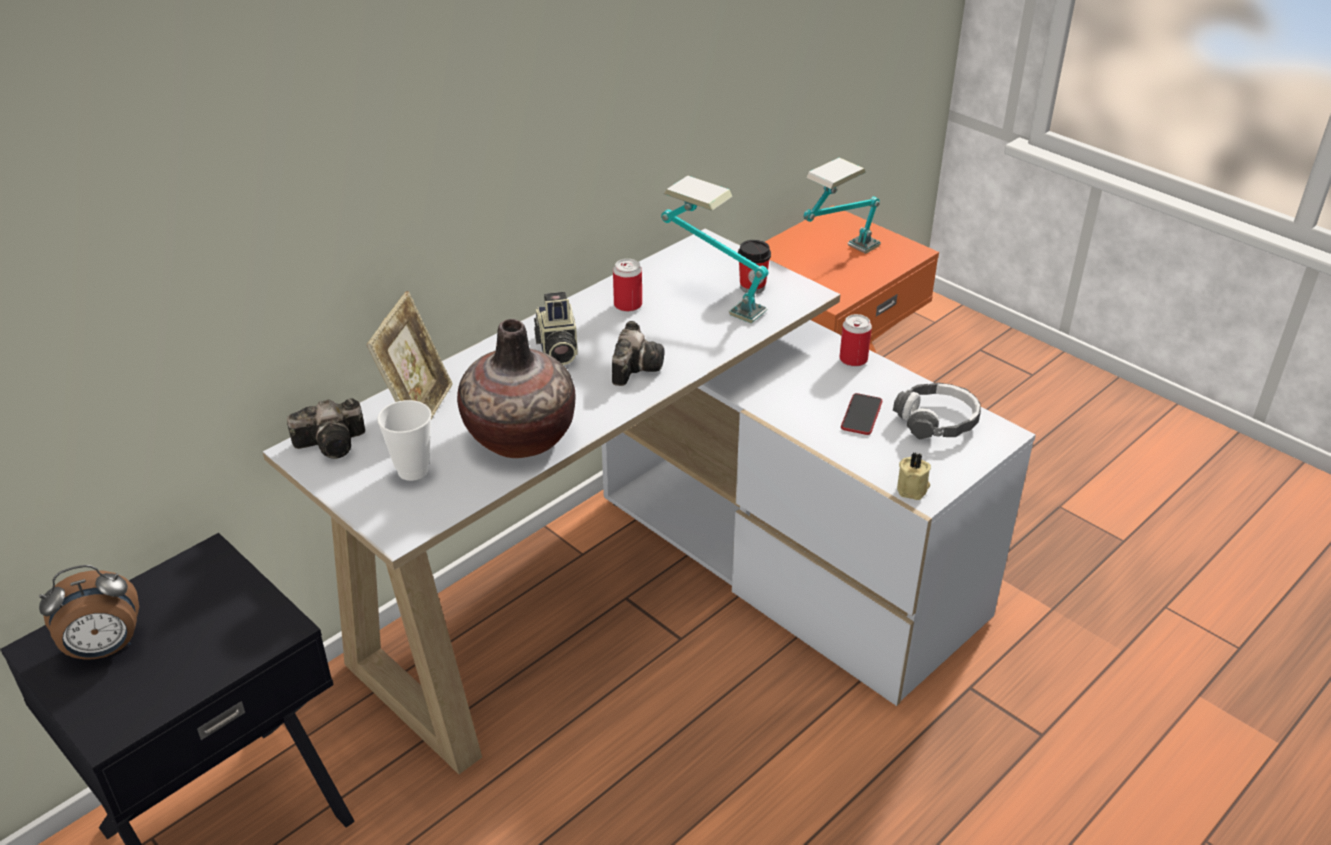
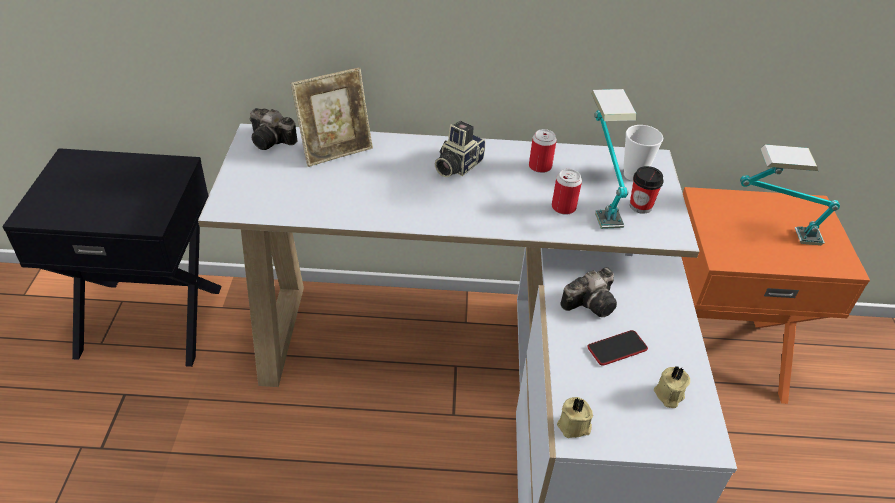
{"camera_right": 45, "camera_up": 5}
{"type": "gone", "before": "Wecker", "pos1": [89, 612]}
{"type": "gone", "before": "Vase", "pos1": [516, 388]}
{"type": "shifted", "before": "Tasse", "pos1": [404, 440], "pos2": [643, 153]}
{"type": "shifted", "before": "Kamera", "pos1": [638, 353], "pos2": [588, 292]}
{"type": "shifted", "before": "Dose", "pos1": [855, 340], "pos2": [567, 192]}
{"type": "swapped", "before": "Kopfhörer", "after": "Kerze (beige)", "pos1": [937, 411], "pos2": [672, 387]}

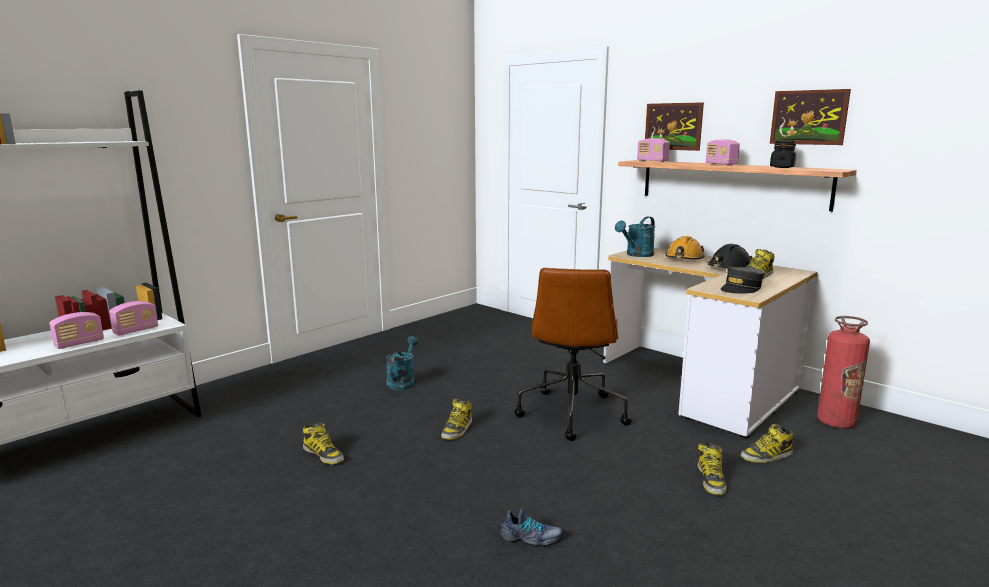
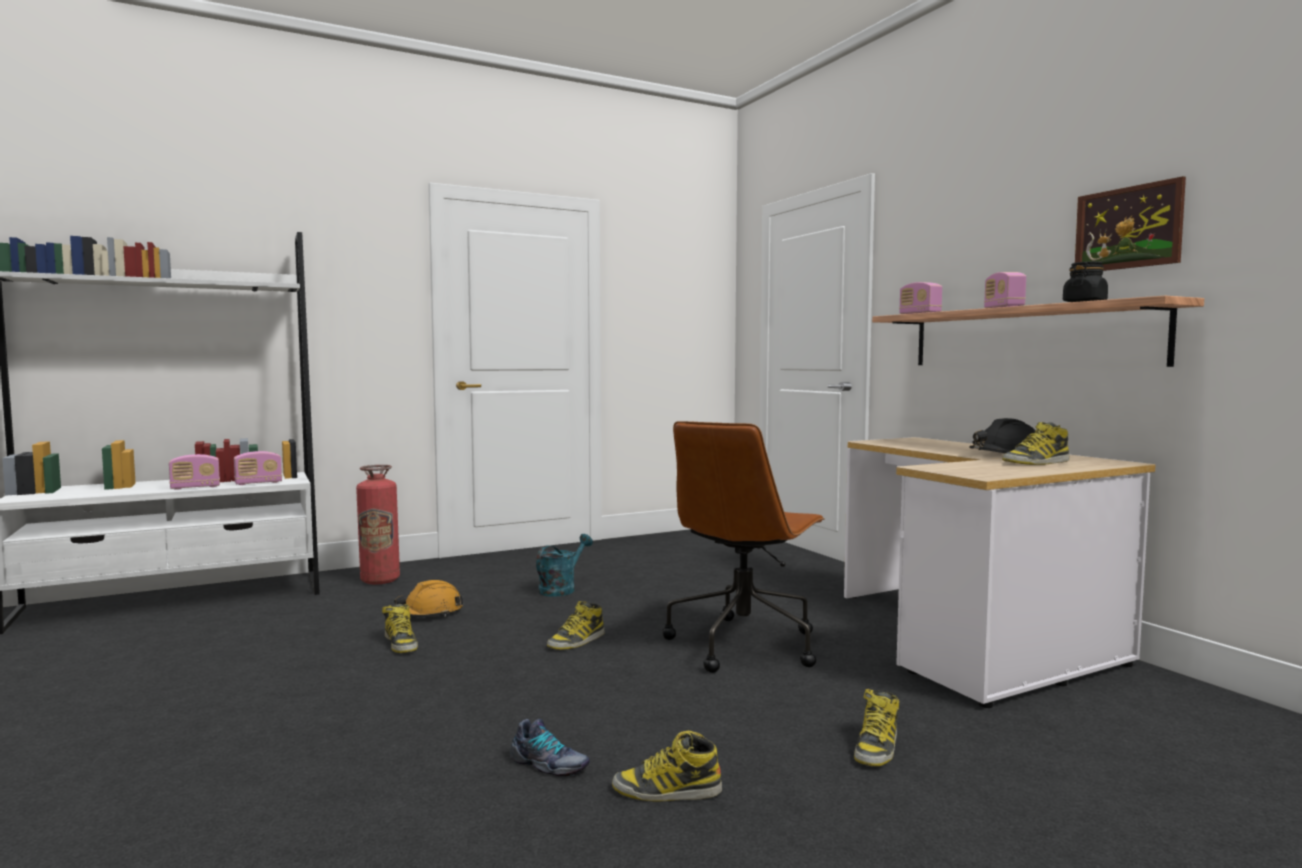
{"camera_right": 20, "camera_up": -10}
{"type": "gone", "before": "Gießkanne (türkis)", "pos1": [635, 236]}
{"type": "gone", "before": "Bild", "pos1": [674, 126]}
{"type": "gone", "before": "Kappe (grau)", "pos1": [743, 280]}
{"type": "shifted", "before": "Schutzhelm (orange)", "pos1": [684, 248], "pos2": [428, 598]}
{"type": "shifted", "before": "Stiefel", "pos1": [767, 443], "pos2": [667, 766]}
{"type": "shifted", "before": "Feuerlöscher", "pos1": [843, 372], "pos2": [378, 524]}

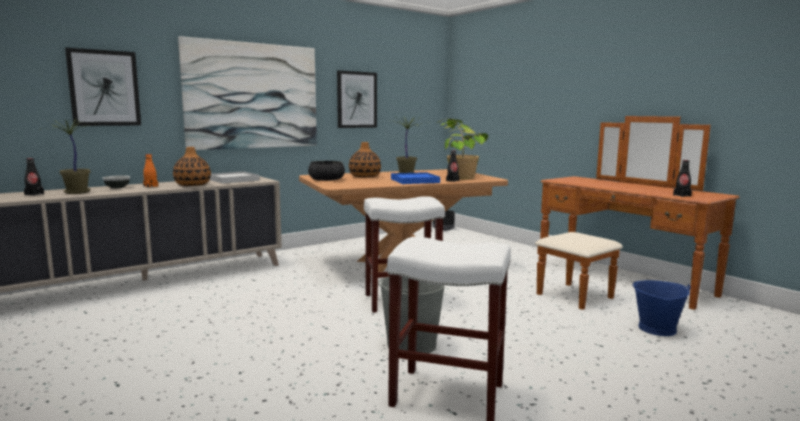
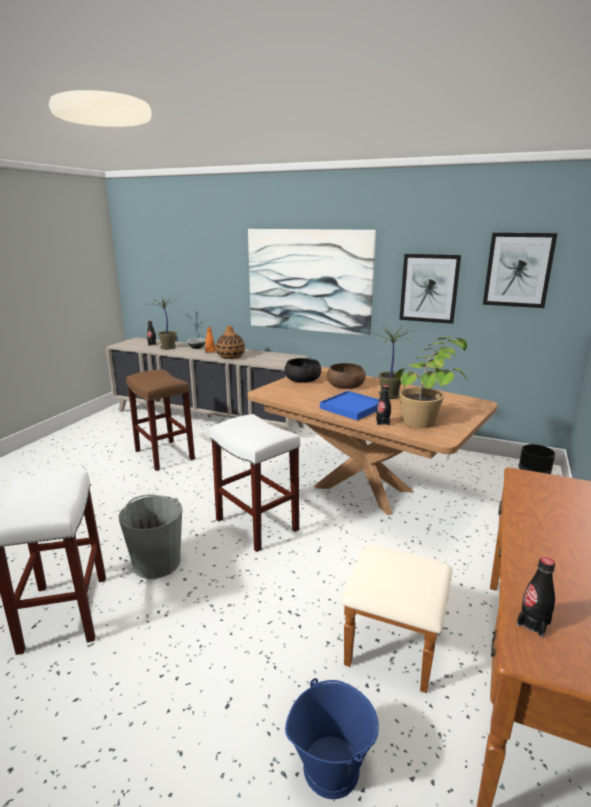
{"camera_right": 60, "camera_up": 10}
{"type": "gone", "before": "Tablett (weiß)", "pos1": [234, 177]}
{"type": "new", "after": "Hocker (braun)", "pos2": [160, 420]}
{"type": "shifted", "before": "Bild", "pos1": [103, 87], "pos2": [520, 270]}
{"type": "swapped", "before": "Vase", "after": "Schüssel (braun)", "pos1": [365, 160], "pos2": [346, 376]}

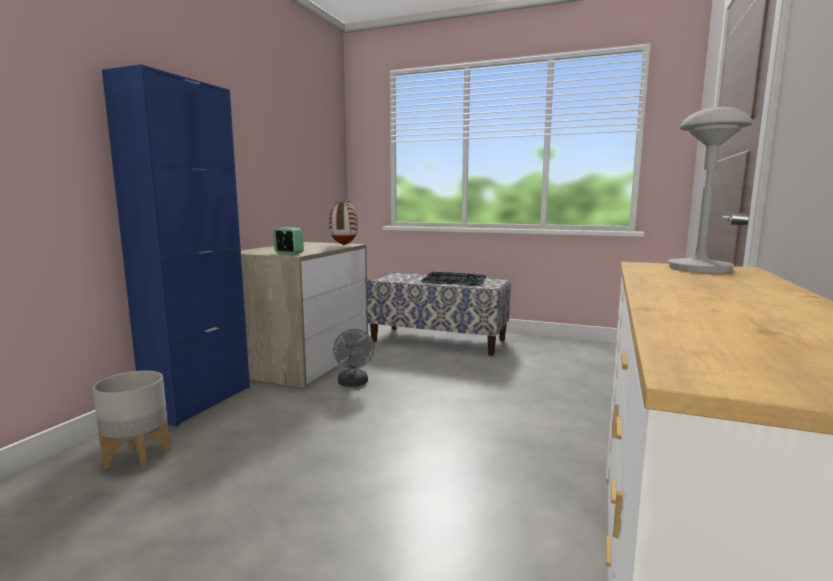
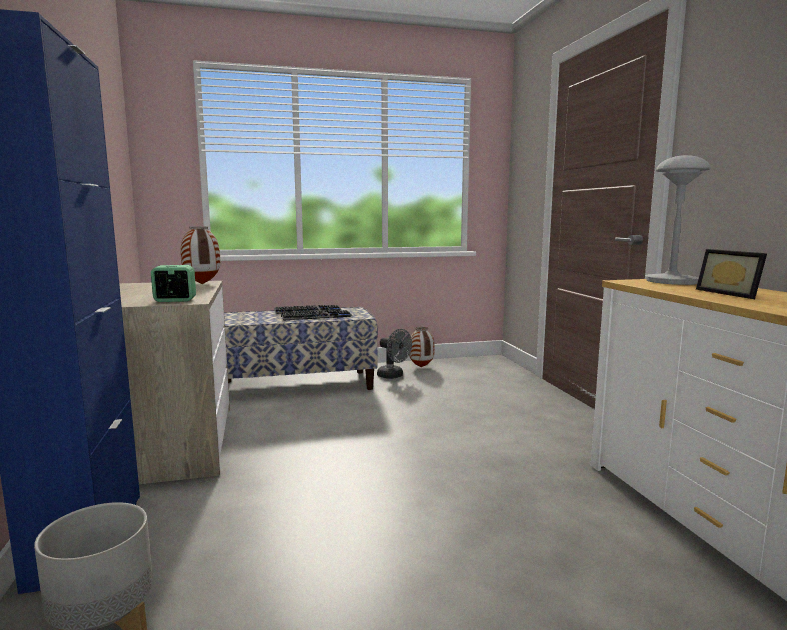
{"camera_right": -35, "camera_up": 0}
{"type": "new", "after": "Vase", "pos2": [422, 347]}
{"type": "new", "after": "Bilderrahmen", "pos2": [731, 274]}
{"type": "shifted", "before": "Ventilator (grau)", "pos1": [354, 358], "pos2": [394, 354]}

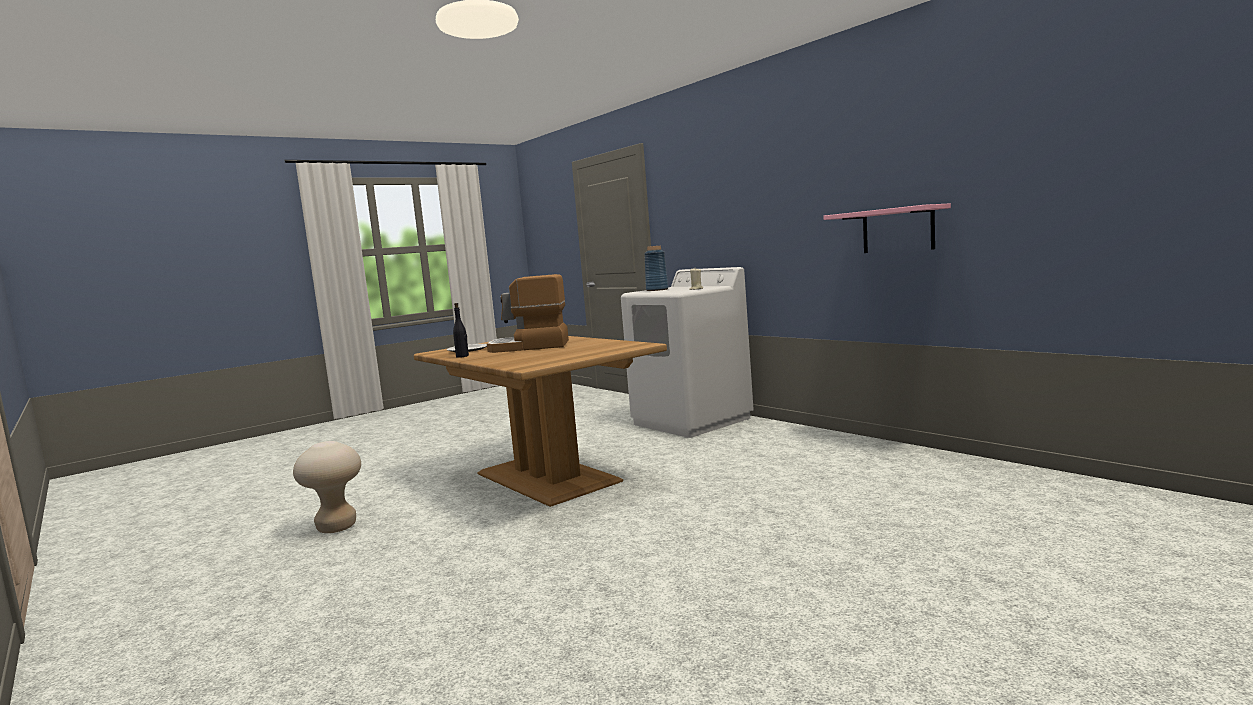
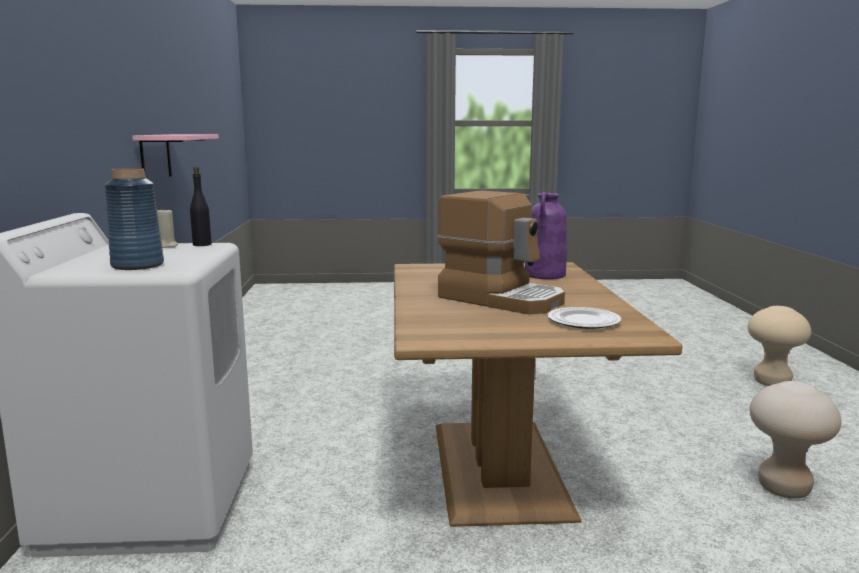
{"camera_right": -145, "camera_up": 5}
{"type": "new", "after": "Vase (lila)", "pos2": [546, 235]}
{"type": "new", "after": "Hocker (beige)", "pos2": [779, 346]}
{"type": "shifted", "before": "Flasche (schwarz)", "pos1": [461, 330], "pos2": [201, 206]}

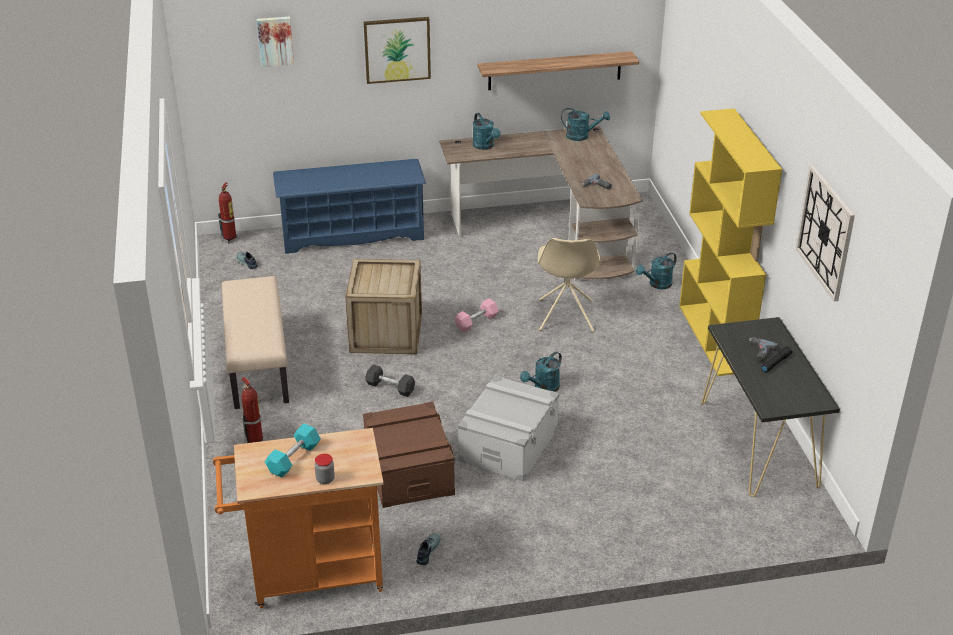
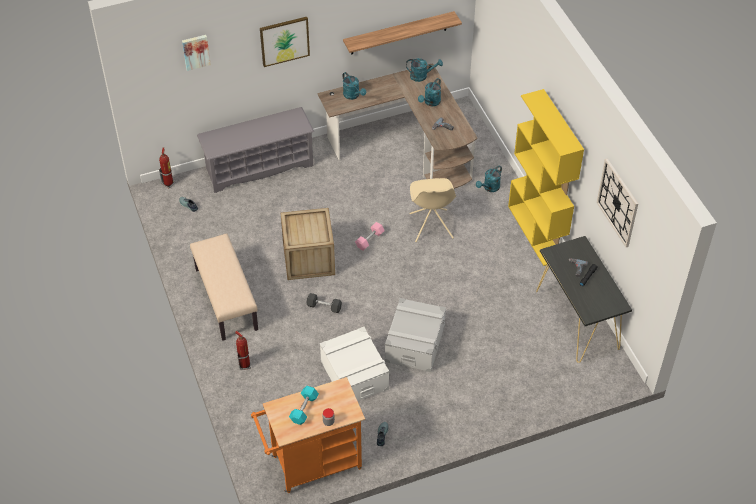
{"camera_right": -10, "camera_up": 15}
{"type": "shifted", "before": "Gießkanne (türkis)", "pos1": [541, 372], "pos2": [429, 92]}
{"type": "repainted", "before": "Schuhregal (blau)", "after": "Schuhregal (grau)", "pos1": [349, 206], "pos2": [255, 150]}
{"type": "repainted", "before": "Aufbewahrungsbox (braun)", "after": "Aufbewahrungsbox (weiß)", "pos1": [409, 455], "pos2": [354, 364]}

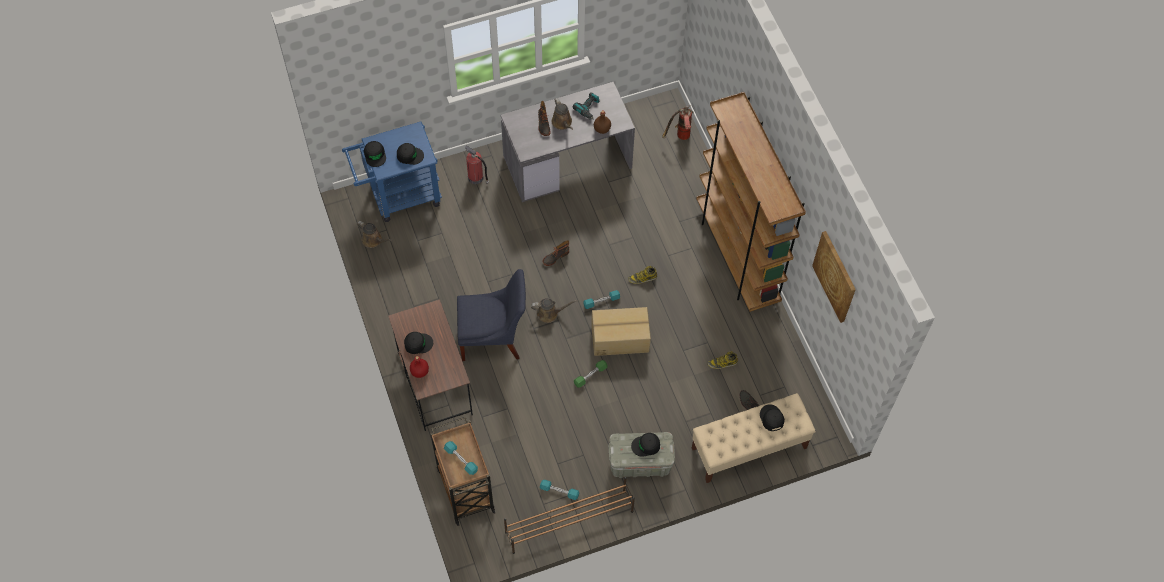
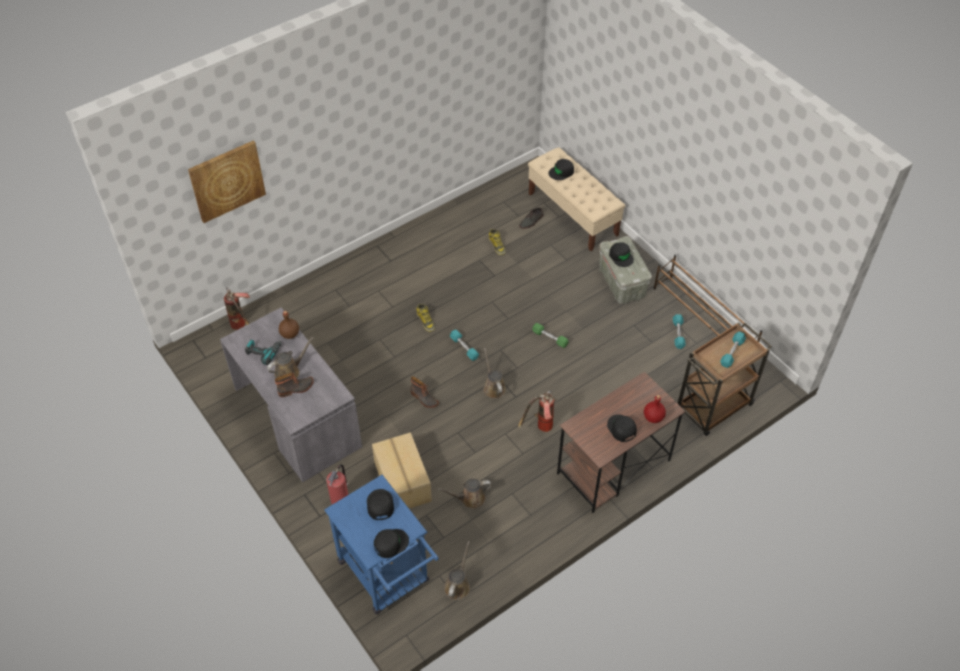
{"camera_right": -105, "camera_up": -10}
{"type": "gone", "before": "Bücherregal (braun)", "pos1": [751, 202]}
{"type": "new", "after": "Gießkanne (braun)", "pos2": [465, 493]}
{"type": "shifted", "before": "Karton", "pos1": [621, 331], "pos2": [402, 470]}
{"type": "shifted", "before": "Bild", "pos1": [834, 277], "pos2": [227, 181]}
{"type": "swapped", "before": "Stuhl (blau)", "after": "Feuerlöscher", "pos1": [491, 315], "pos2": [537, 411]}

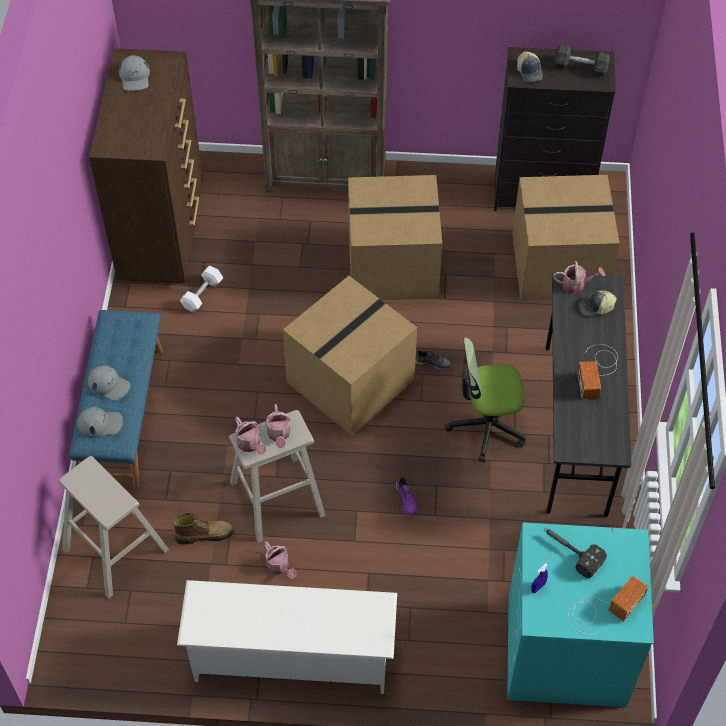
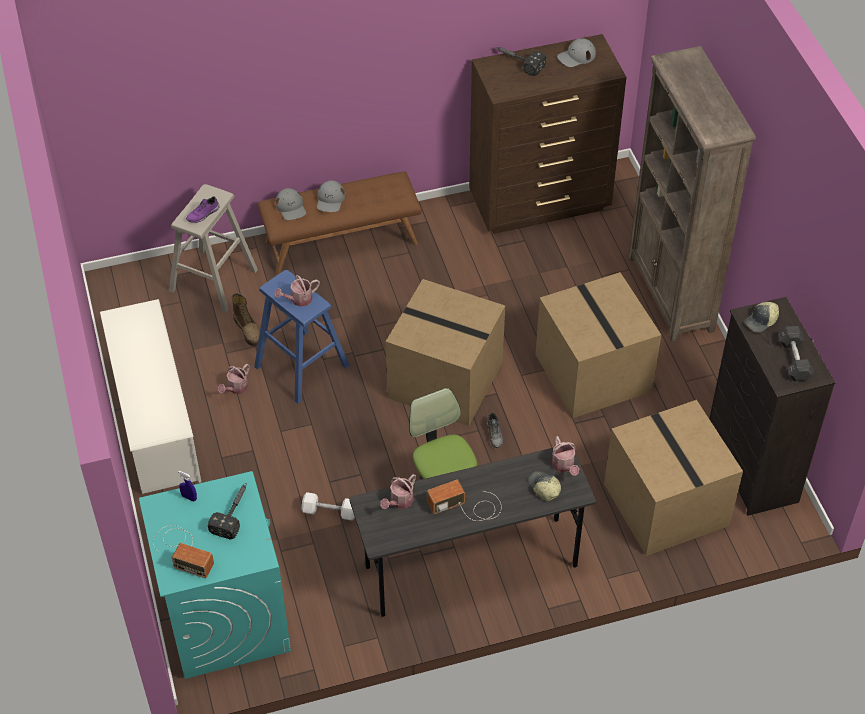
{"camera_right": 70, "camera_up": -5}
{"type": "new", "after": "Hammer", "pos2": [521, 61]}
{"type": "shifted", "before": "Hantel (weiß)", "pos1": [201, 289], "pos2": [328, 506]}
{"type": "shifted", "before": "Gießkanne", "pos1": [250, 436], "pos2": [398, 491]}
{"type": "shifted", "before": "Schuh (lila)", "pos1": [406, 496], "pos2": [203, 209]}
{"type": "repainted", "before": "Bank (blau)", "after": "Bank (braun)", "pos1": [116, 399], "pos2": [339, 223]}
{"type": "repainted", "before": "Hocker (beige)", "after": "Hocker (blau)", "pos1": [277, 476], "pos2": [301, 337]}

